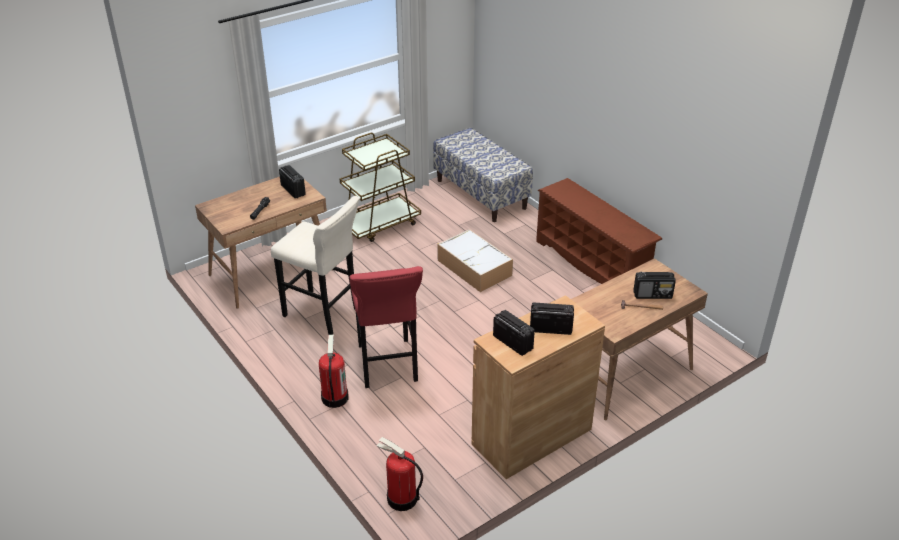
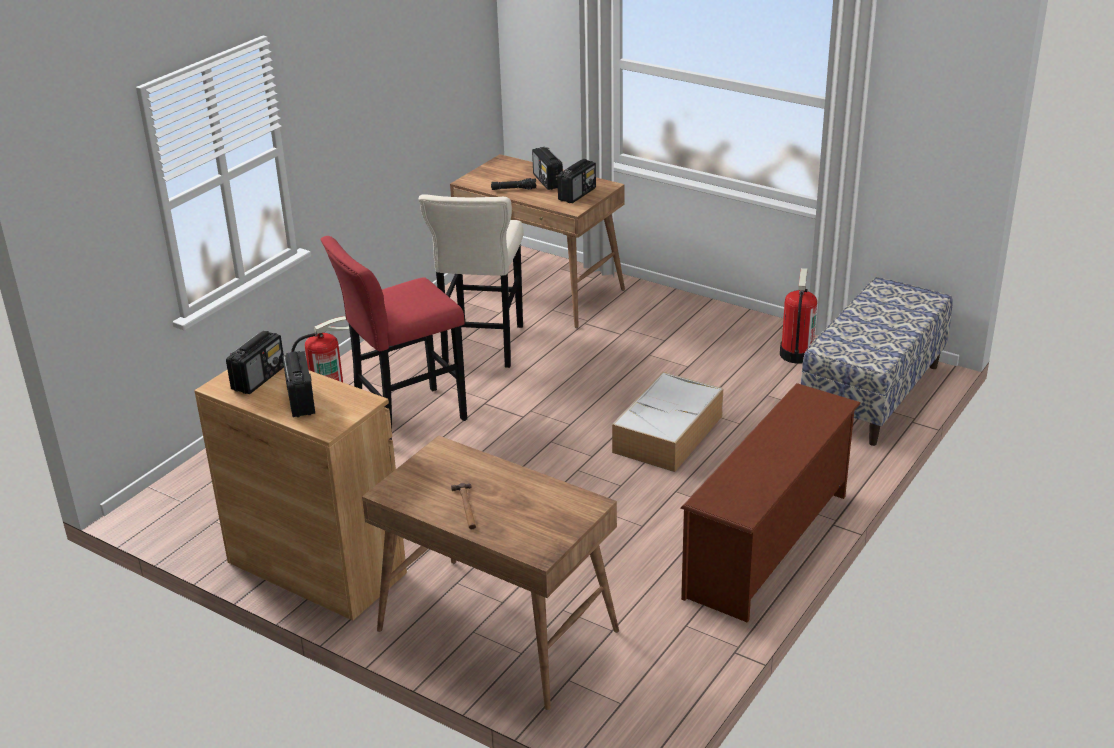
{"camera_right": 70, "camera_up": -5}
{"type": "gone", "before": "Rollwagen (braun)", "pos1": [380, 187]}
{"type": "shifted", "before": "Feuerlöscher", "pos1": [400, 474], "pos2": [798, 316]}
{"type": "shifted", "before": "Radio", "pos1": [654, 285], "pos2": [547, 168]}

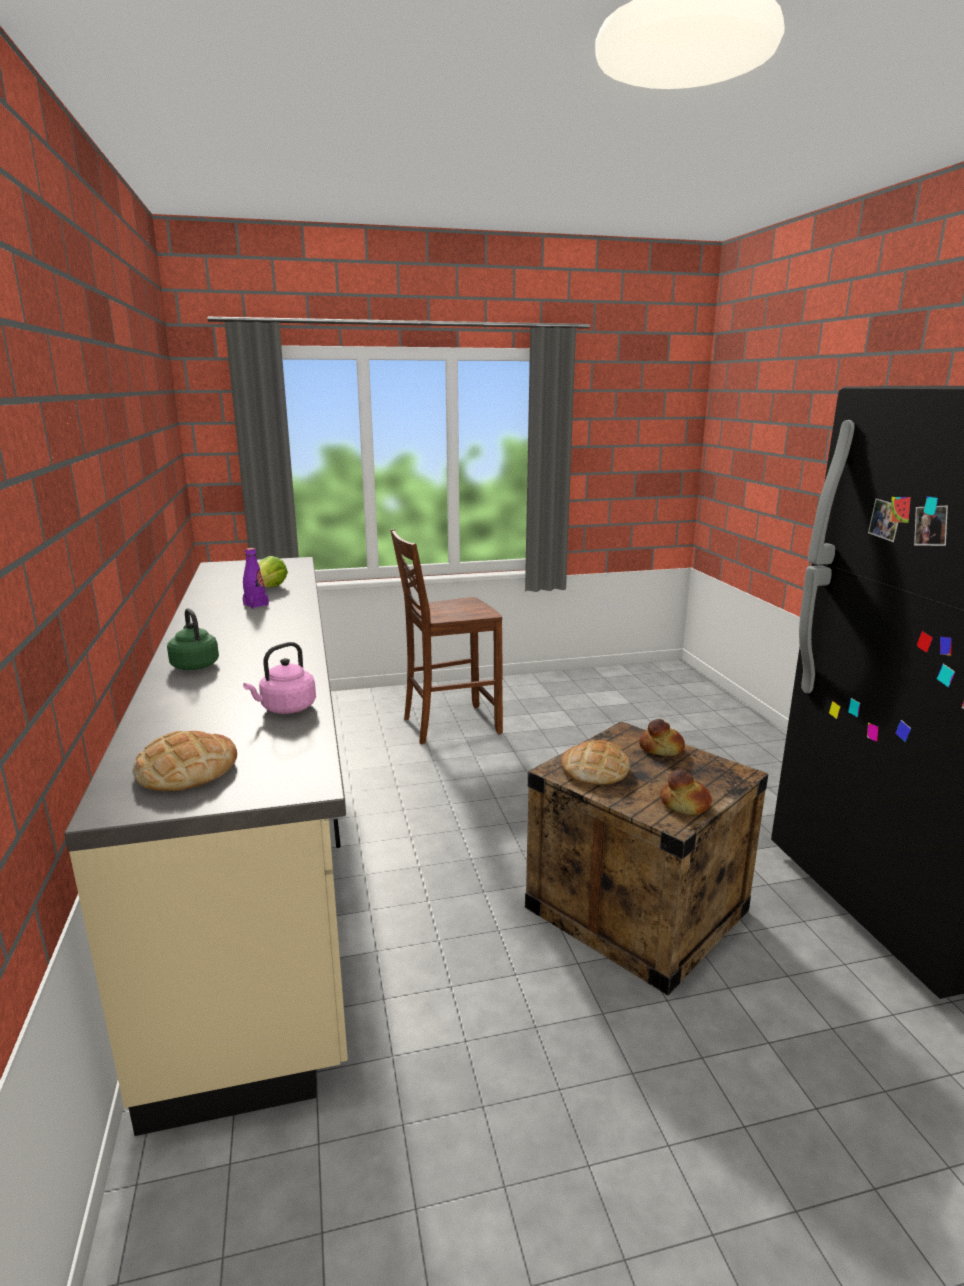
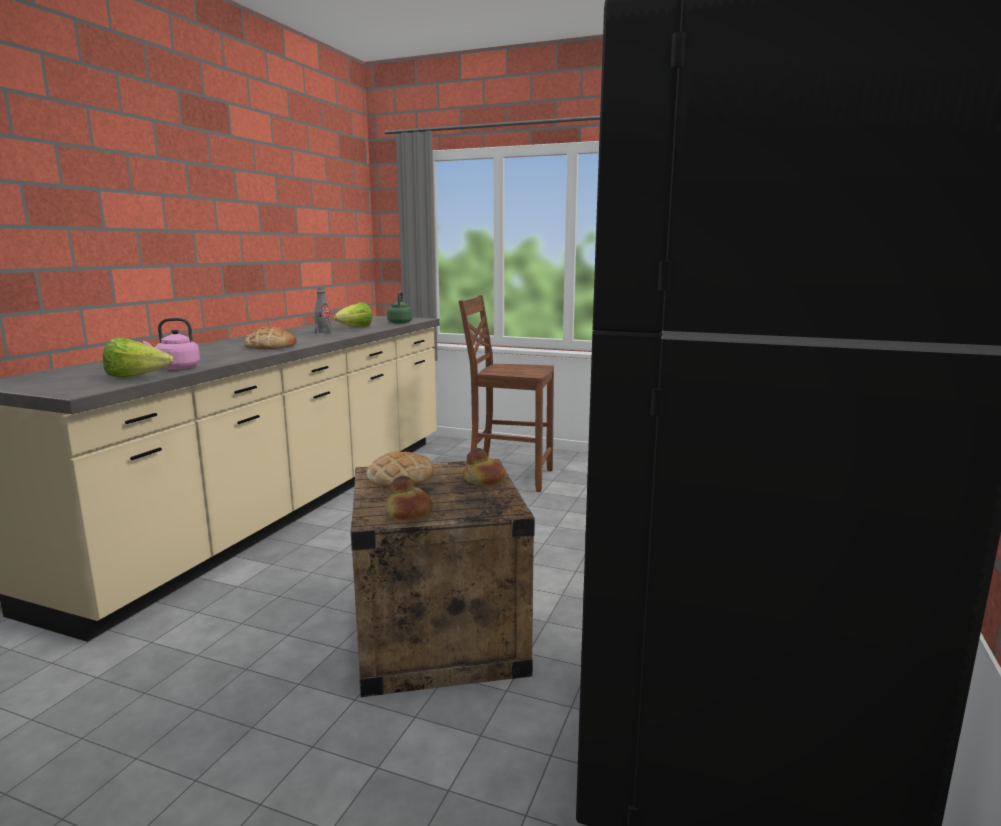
{"camera_right": 35, "camera_up": -5}
{"type": "new", "after": "Salatkopf", "pos2": [138, 358]}
{"type": "shifted", "before": "Brot", "pos1": [184, 761], "pos2": [270, 337]}
{"type": "shifted", "before": "Wasserkessel (grün)", "pos1": [193, 639], "pos2": [399, 307]}
{"type": "repainted", "before": "Flasche (lila)", "after": "Flasche (grau)", "pos1": [256, 578], "pos2": [323, 311]}

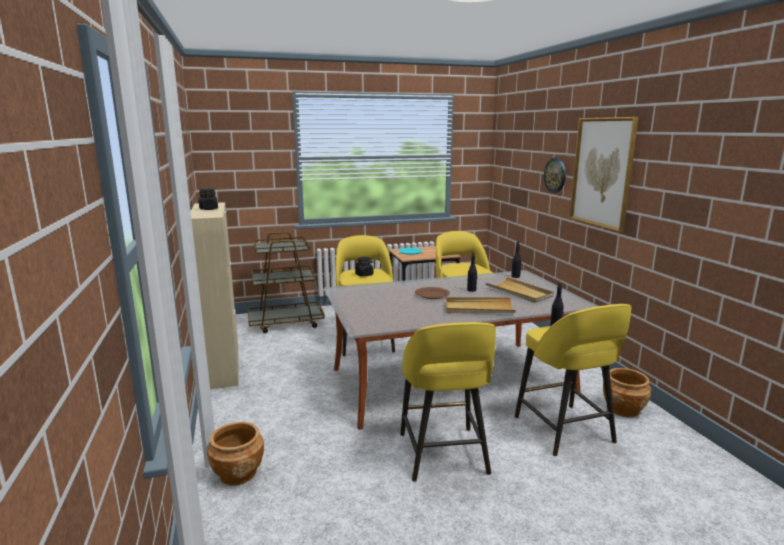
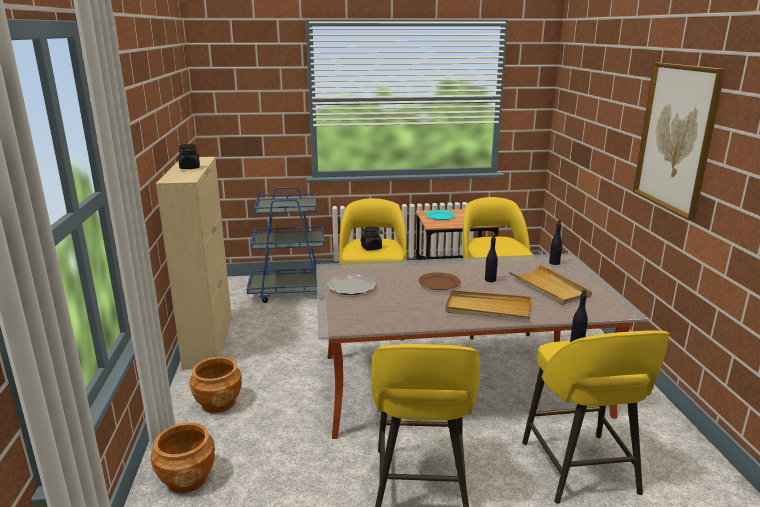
{"camera_right": 10, "camera_up": 5}
{"type": "gone", "before": "Wanduhr", "pos1": [555, 175]}
{"type": "new", "after": "Teller", "pos2": [352, 284]}
{"type": "shifted", "before": "Pflanzkübel (braun)", "pos1": [627, 392], "pos2": [215, 385]}
{"type": "repainted", "before": "Rollwagen (braun)", "after": "Rollwagen (blau)", "pos1": [286, 282], "pos2": [285, 245]}

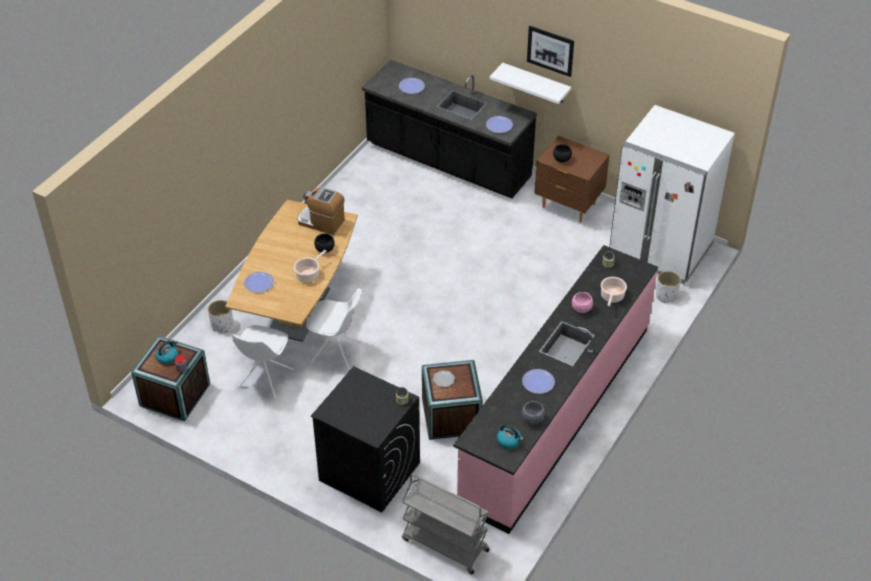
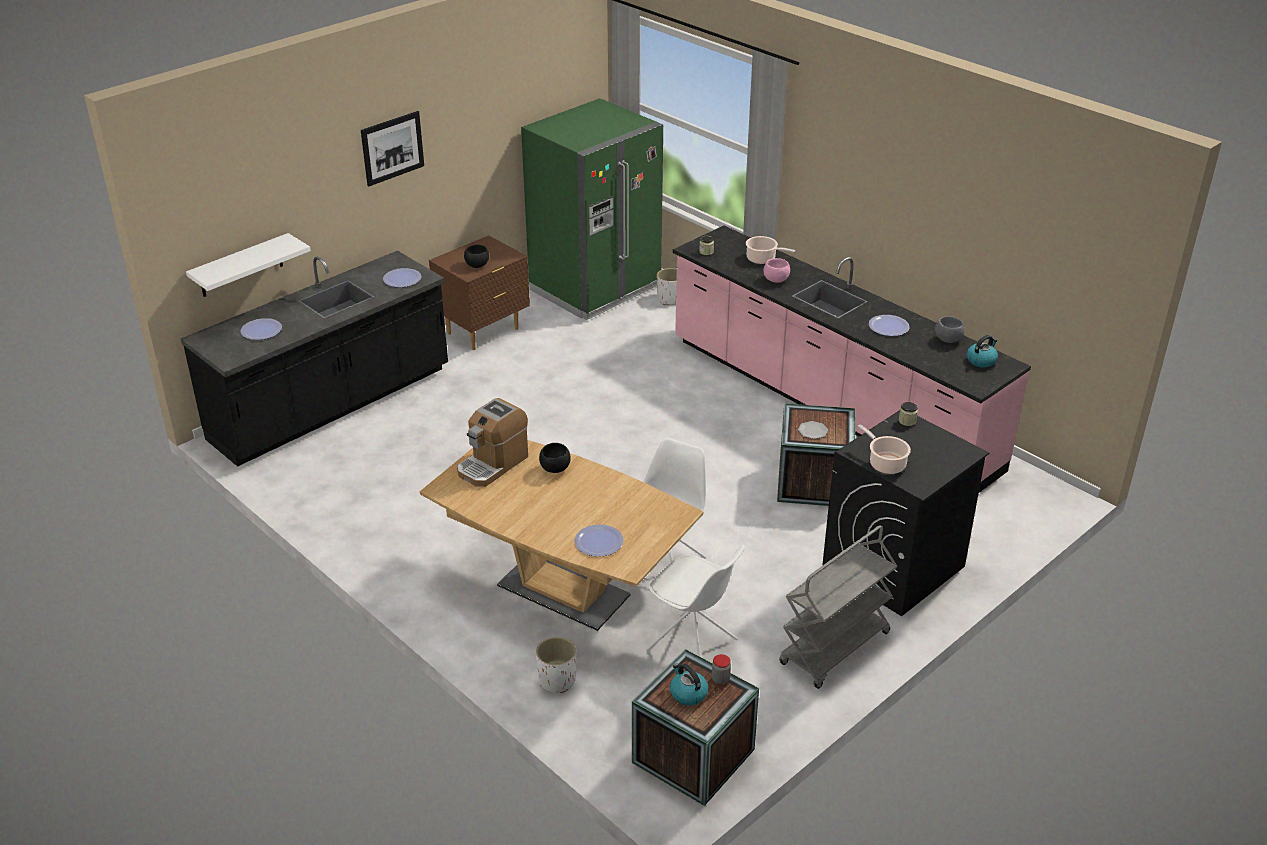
{"camera_right": -75, "camera_up": -10}
{"type": "shifted", "before": "Kochtopf", "pos1": [310, 266], "pos2": [884, 449]}
{"type": "shifted", "before": "Rollwagen (grau)", "pos1": [445, 524], "pos2": [838, 607]}
{"type": "shifted", "before": "Wandregal (weiß)", "pos1": [530, 83], "pos2": [248, 265]}
{"type": "repainted", "before": "Kühlschrank (weiß)", "after": "Kühlschrank (grün)", "pos1": [672, 195], "pos2": [592, 209]}

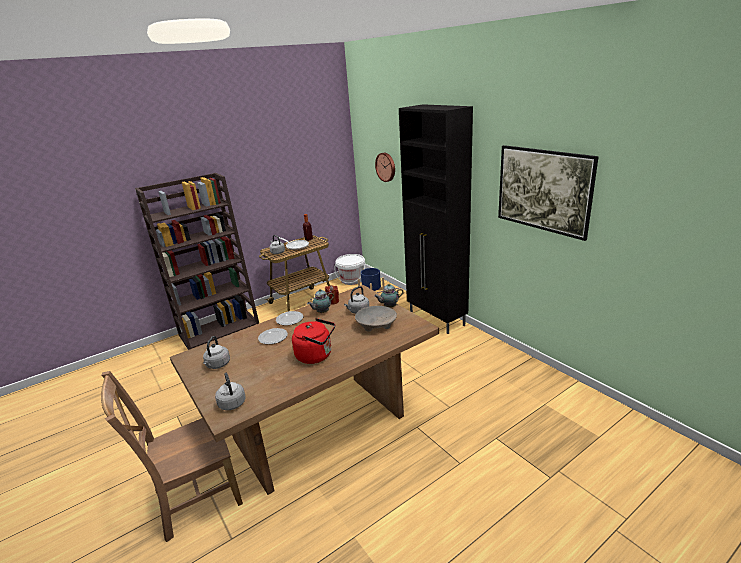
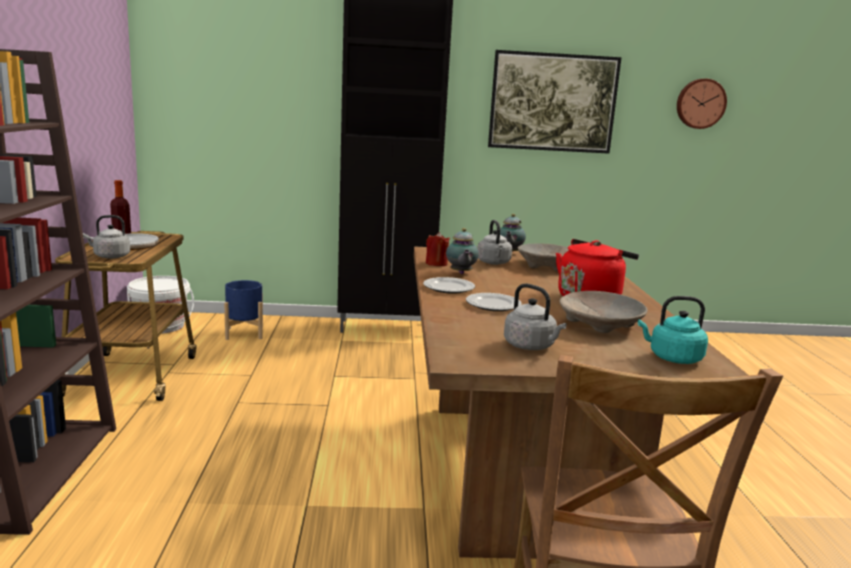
{"camera_right": -60, "camera_up": -10}
{"type": "new", "after": "Schüssel (beige)", "pos2": [604, 312]}
{"type": "shifted", "before": "Wanduhr", "pos1": [385, 167], "pos2": [702, 104]}
{"type": "repainted", "before": "Wasserkessel (grau)", "after": "Wasserkessel (türkis)", "pos1": [230, 391], "pos2": [673, 330]}

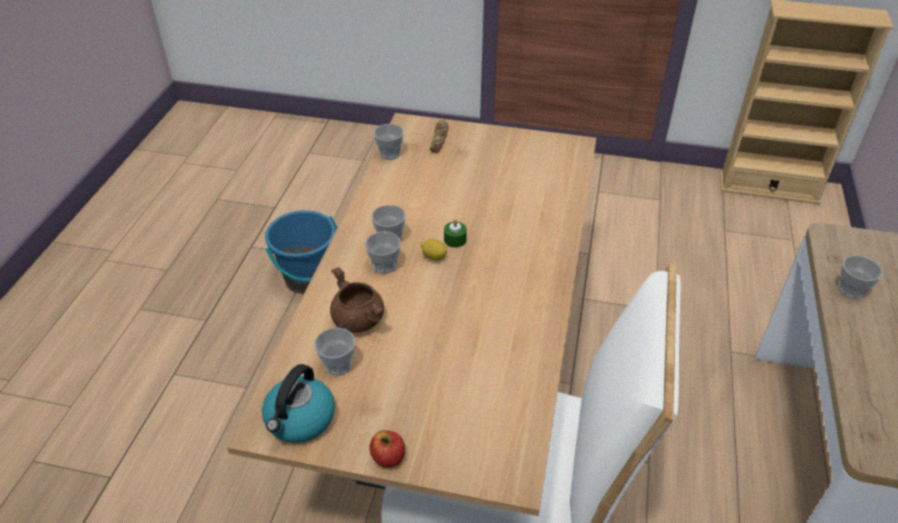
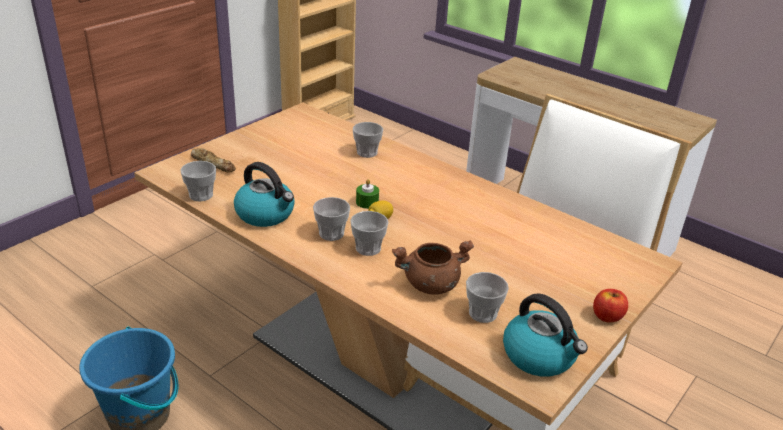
{"camera_right": -65, "camera_up": -10}
{"type": "new", "after": "Wasserkessel", "pos2": [264, 194]}
{"type": "shifted", "before": "Tasse", "pos1": [860, 277], "pos2": [368, 140]}

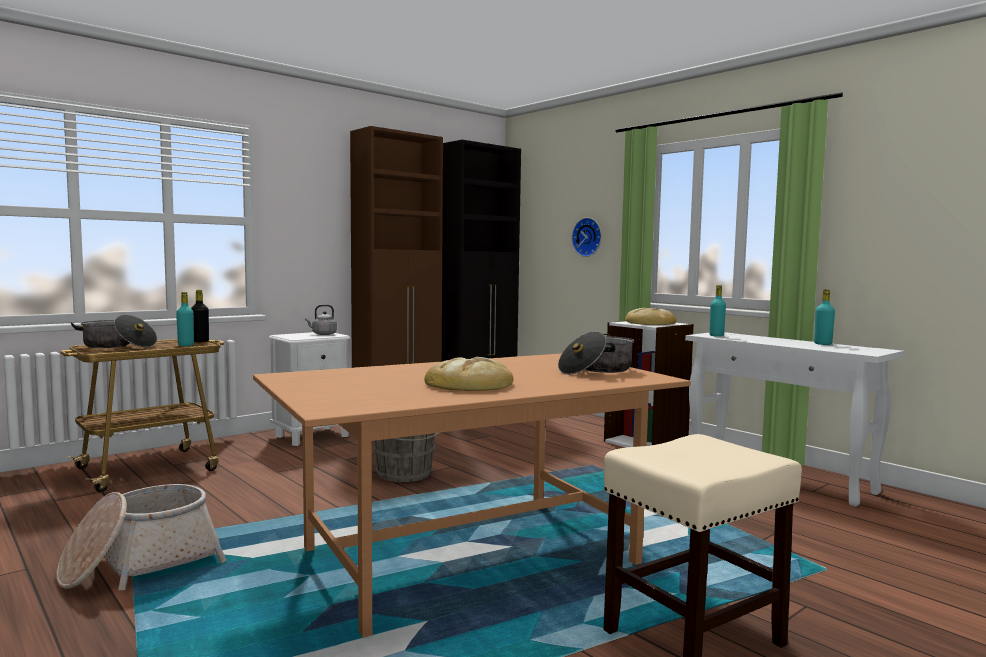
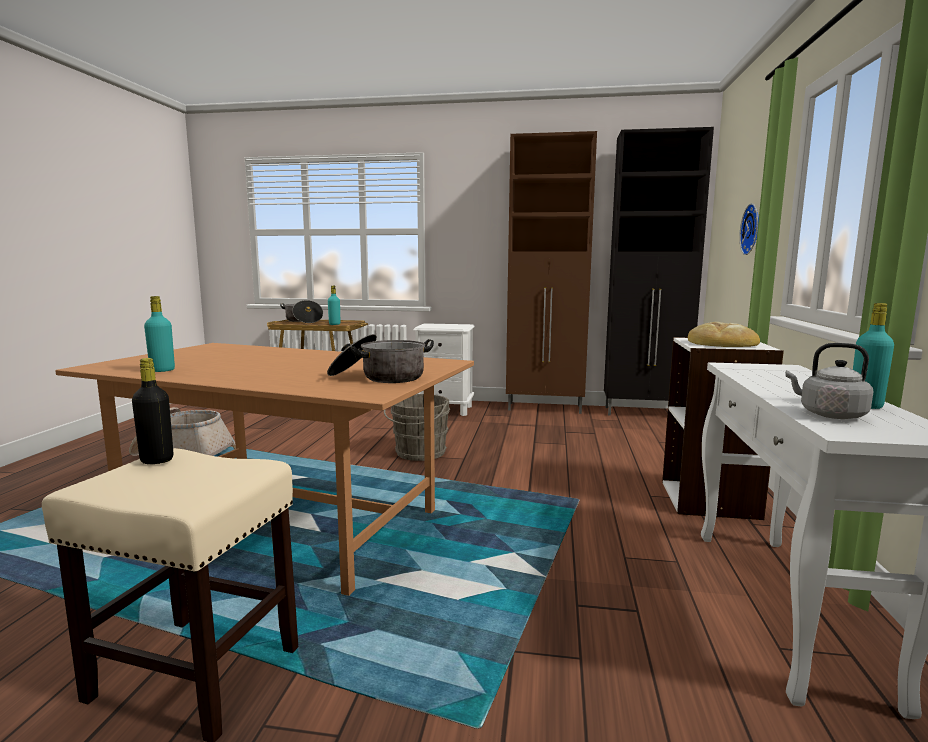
{"camera_right": 50, "camera_up": 5}
{"type": "gone", "before": "Brot", "pos1": [469, 374]}
{"type": "shifted", "before": "Flasche (schwarz)", "pos1": [200, 316], "pos2": [152, 411]}
{"type": "shifted", "before": "Wasserkessel (grau)", "pos1": [321, 319], "pos2": [829, 381]}
{"type": "shifted", "before": "Flasche (türkis)", "pos1": [717, 311], "pos2": [159, 334]}

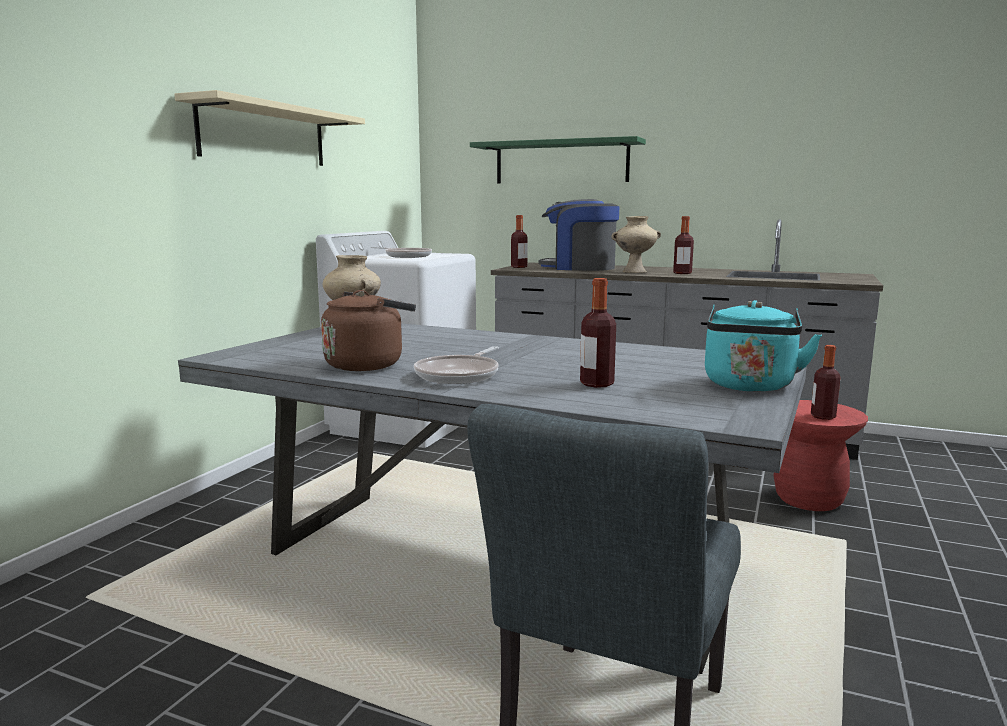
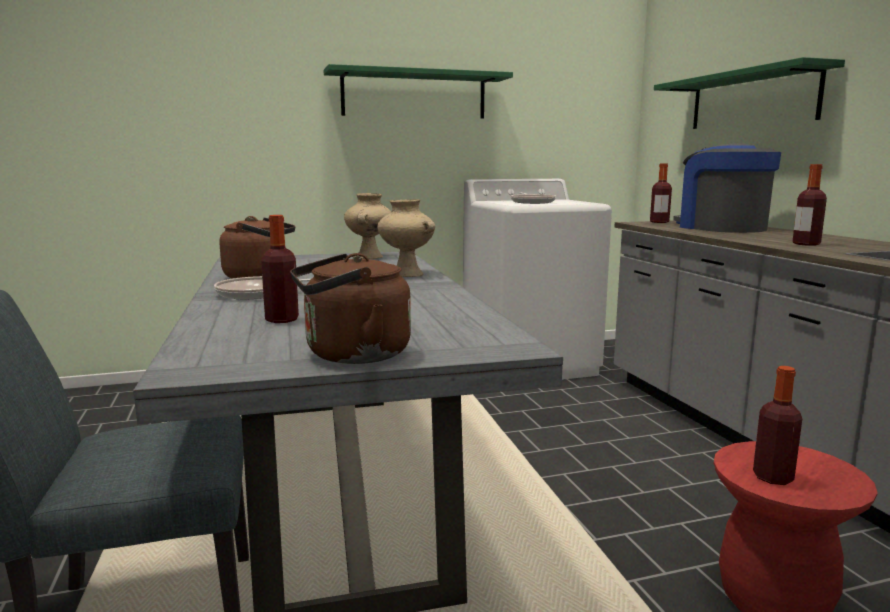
{"camera_right": 50, "camera_up": 0}
{"type": "shifted", "before": "Vase (beige)", "pos1": [636, 244], "pos2": [406, 238]}
{"type": "repainted", "before": "Wandregal (beige)", "after": "Wandregal (grün)", "pos1": [269, 128], "pos2": [418, 91]}
{"type": "repainted", "before": "Wasserkessel (türkis)", "after": "Wasserkessel (braun)", "pos1": [763, 346], "pos2": [350, 308]}

